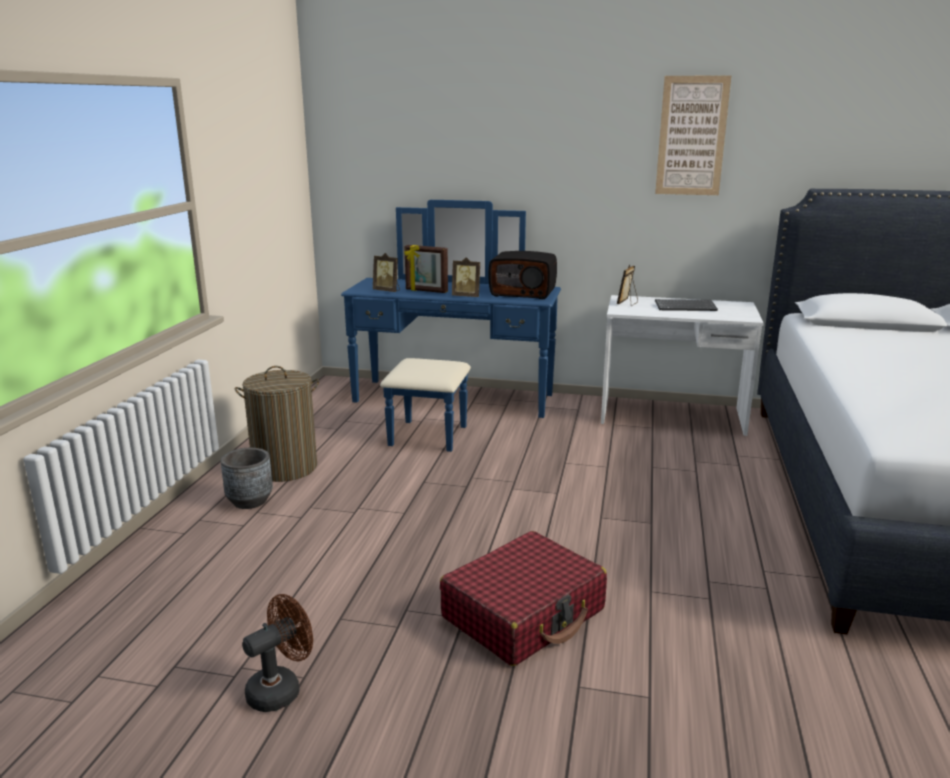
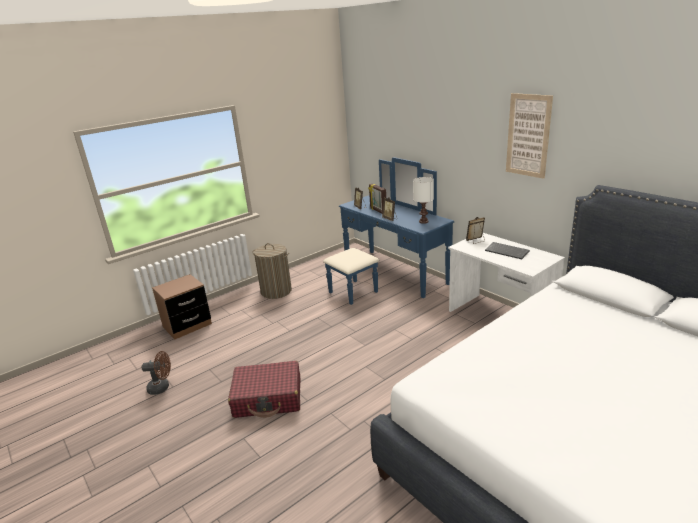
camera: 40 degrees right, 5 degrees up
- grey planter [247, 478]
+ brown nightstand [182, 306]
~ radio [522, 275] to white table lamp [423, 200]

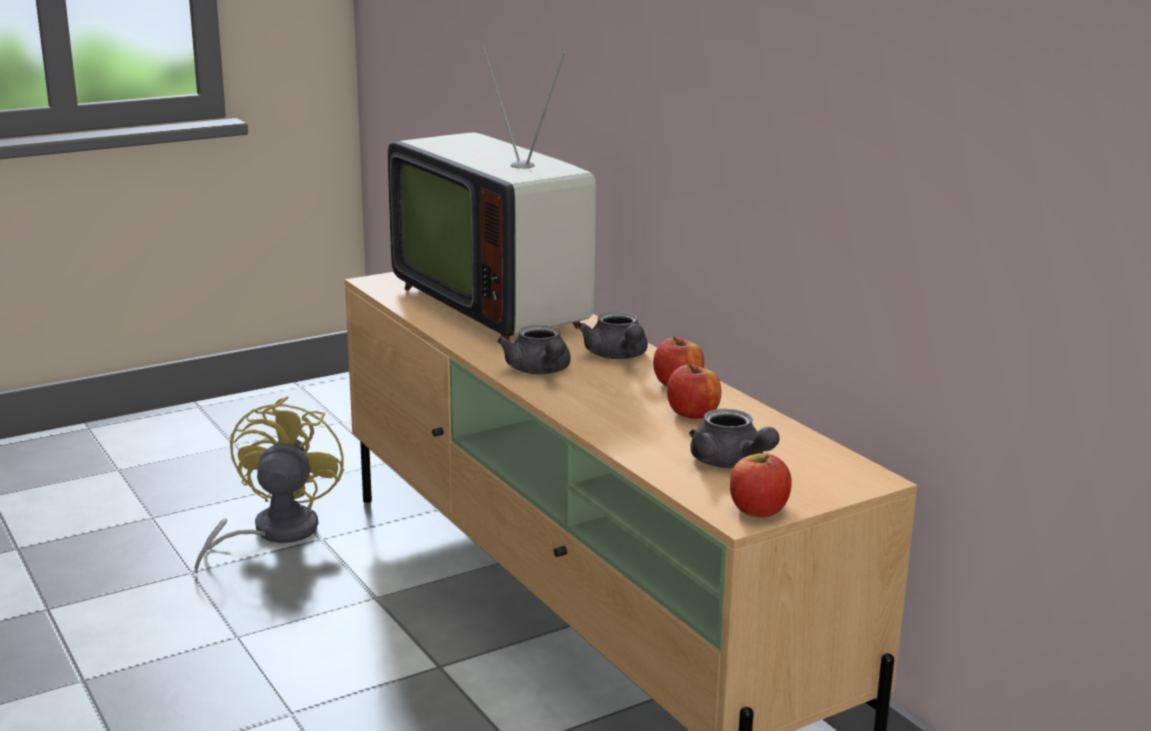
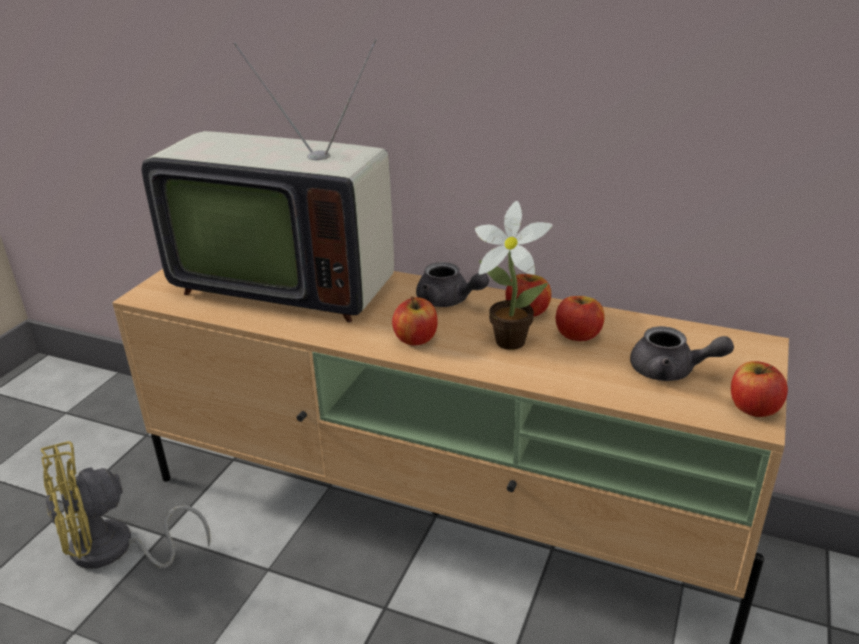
camera: 35 degrees left, 10 degrees up
+ potted plant [514, 275]
~ grey teapot [534, 349] to apple [415, 321]
~ yellow fan [269, 484] = [125, 505] 90 degrees counterclockwise

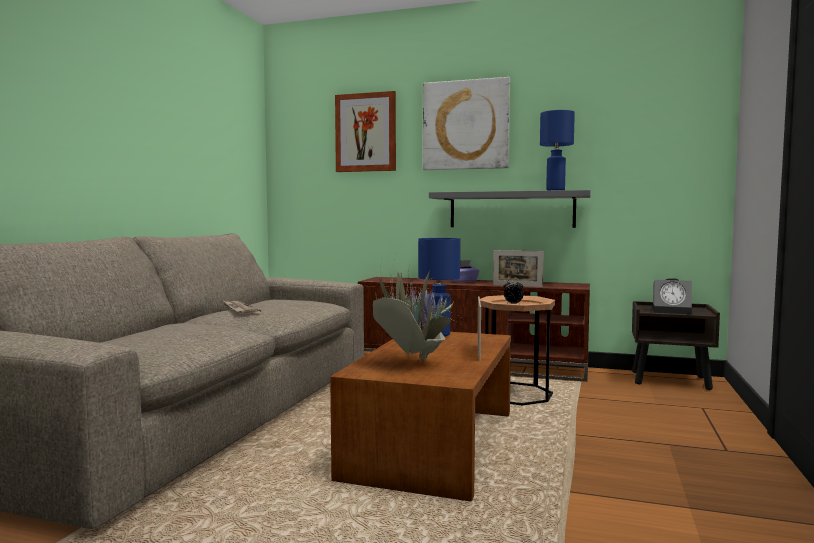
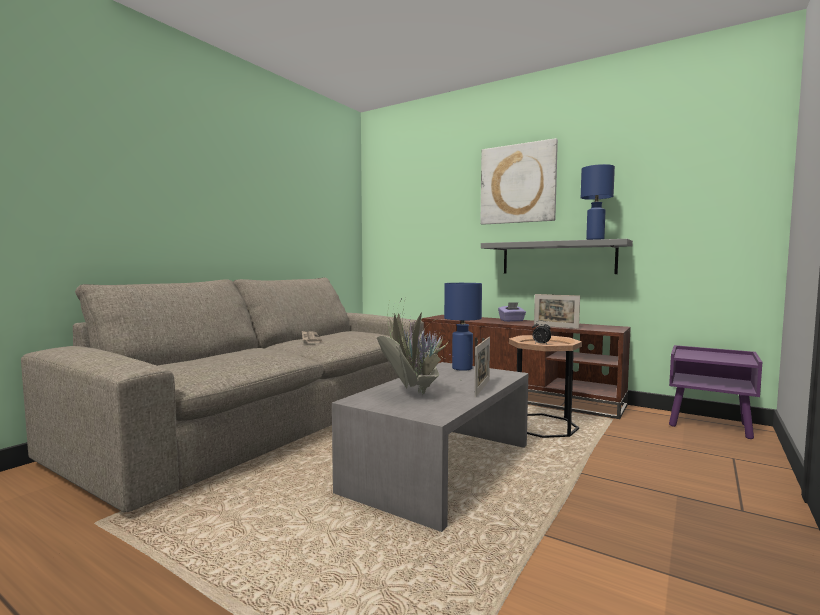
camera: 15 degrees right, 0 degrees up
- picture [365, 131]
- alarm clock [672, 296]
~ brown coffee table [420, 416] to grey coffee table [430, 447]
~ brown nightstand [676, 345] to purple nightstand [715, 392]

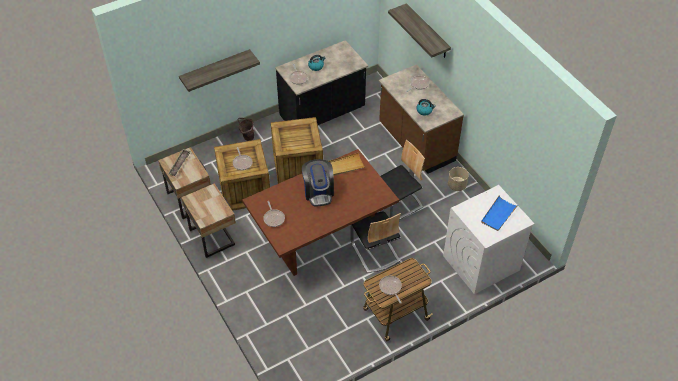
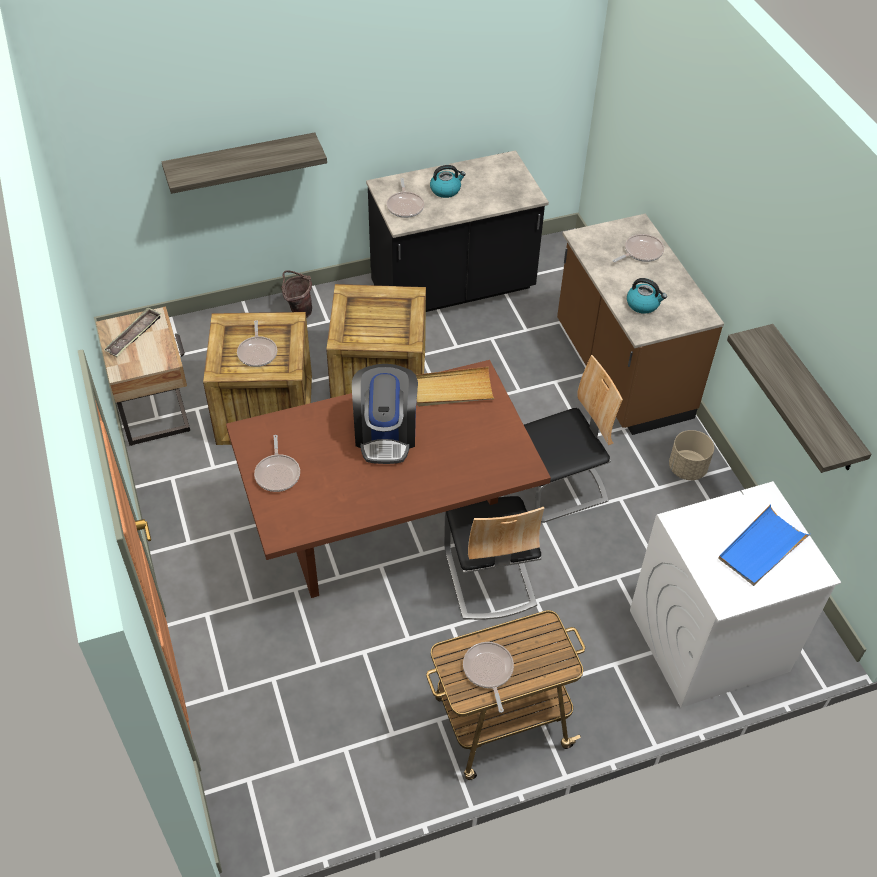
camera: 10 degrees right, 0 degrees up
- beige nightstand [208, 220]
~ shelf [419, 30] to [799, 398]

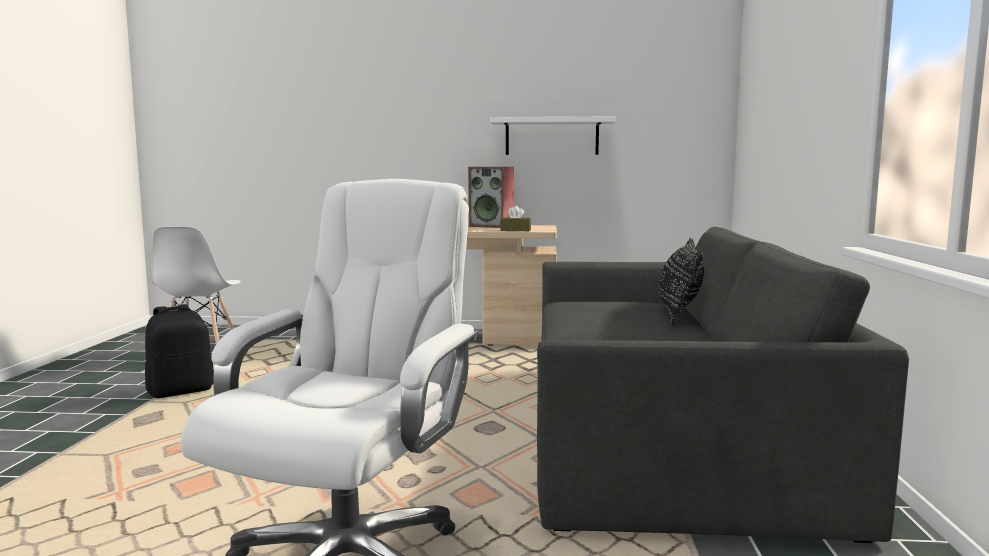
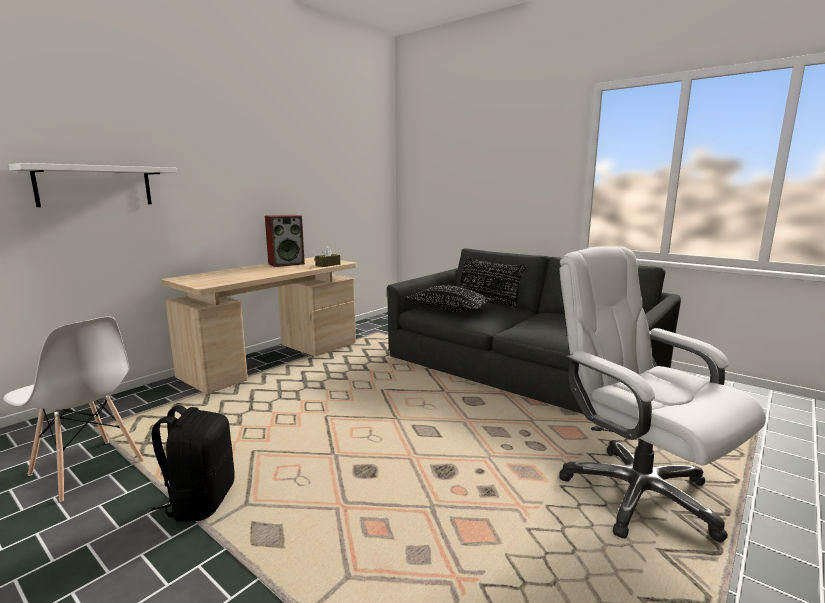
camera: 55 degrees left, 5 degrees up
+ black pillow [451, 298]
~ white shelf [553, 136] to [93, 185]

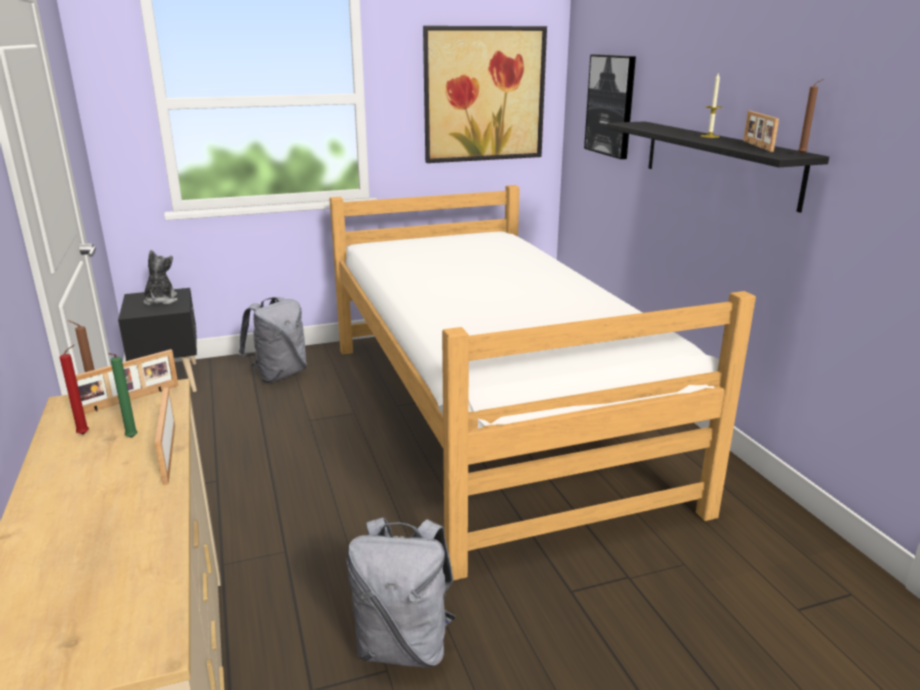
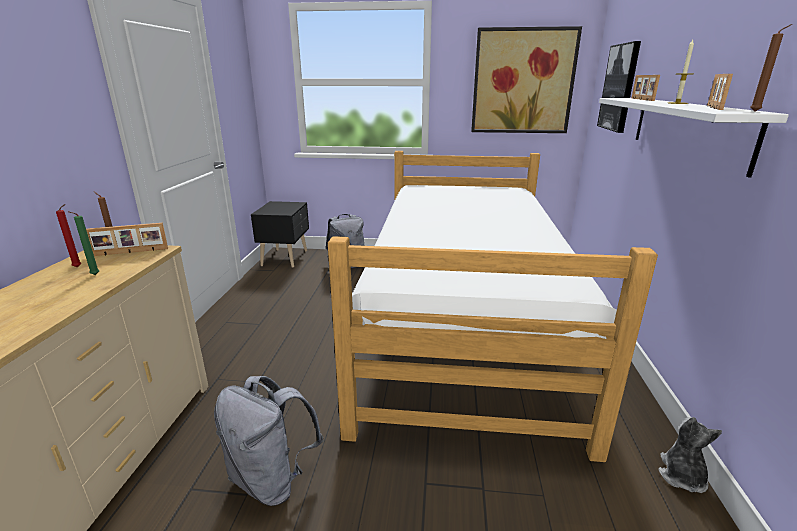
camera: 25 degrees right, 0 degrees up
~ plush toy [160, 277] to [690, 455]
~ picture frame [165, 436] to [646, 88]
~ black shelf [717, 167] to white shelf [694, 138]

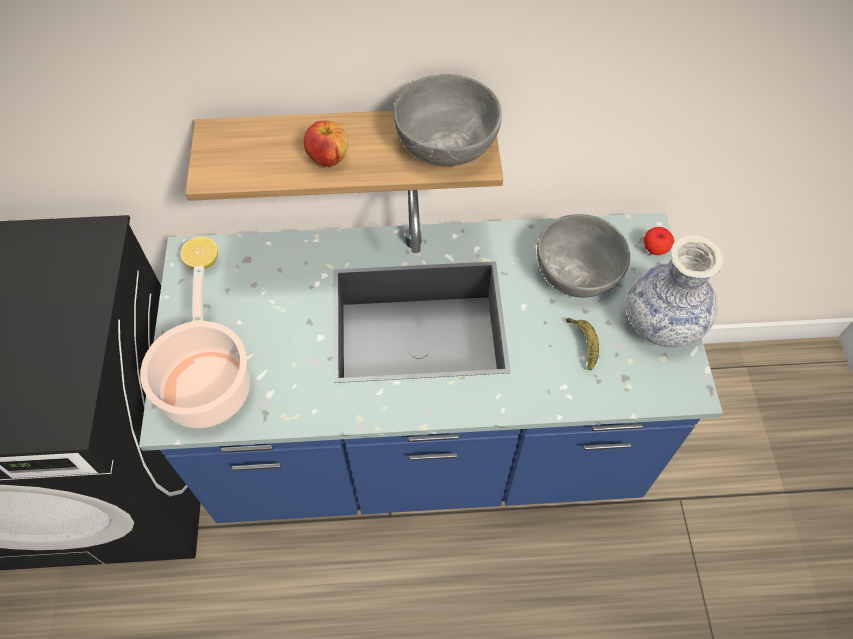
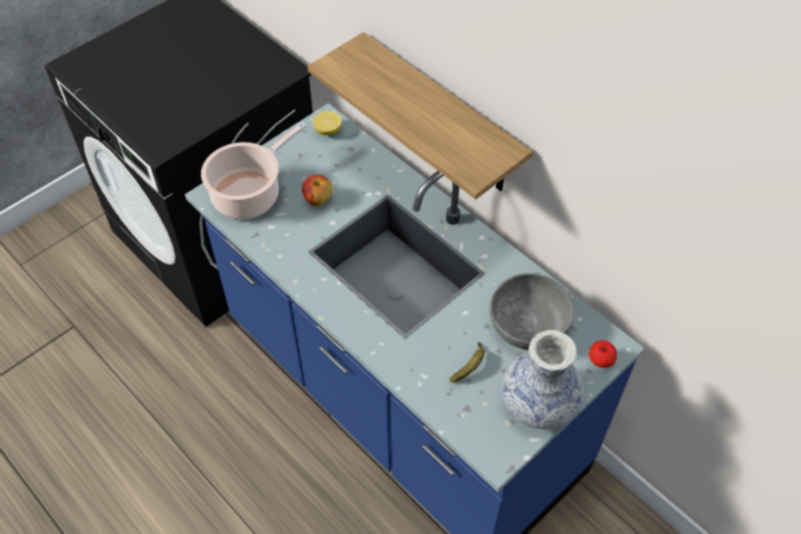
camera: 50 degrees right, 5 degrees down
- grey bowl [447, 120]
~ apple [326, 144] to [317, 190]

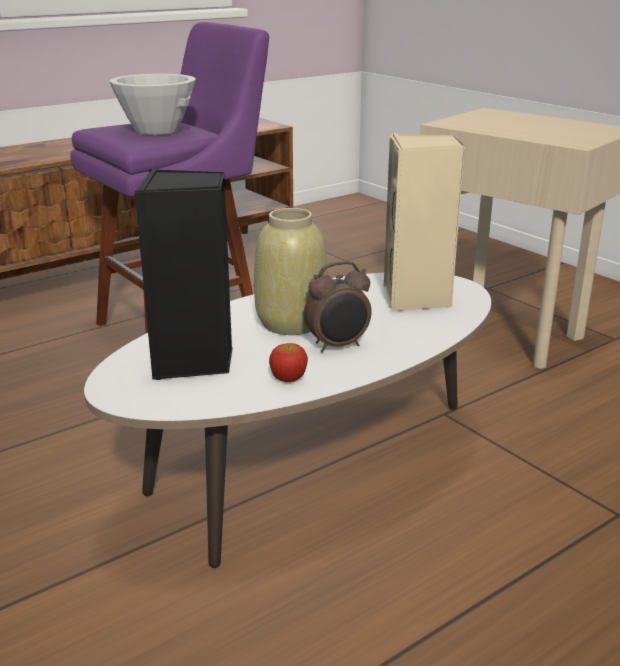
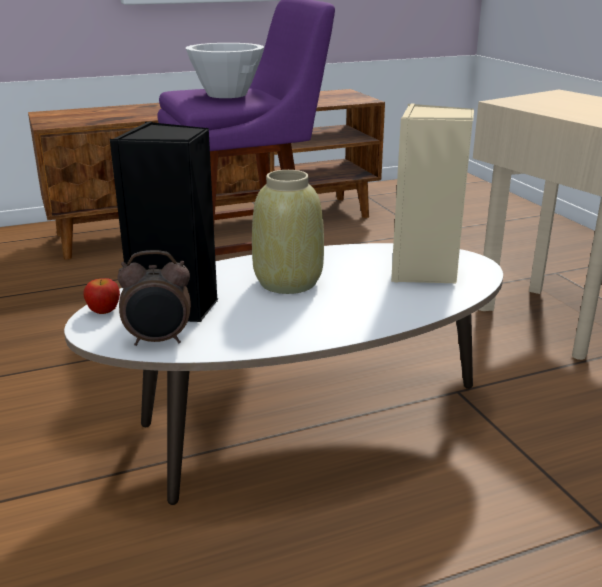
camera: 15 degrees right, 0 degrees up
~ apple [288, 362] to [101, 296]
~ alarm clock [338, 306] to [154, 298]

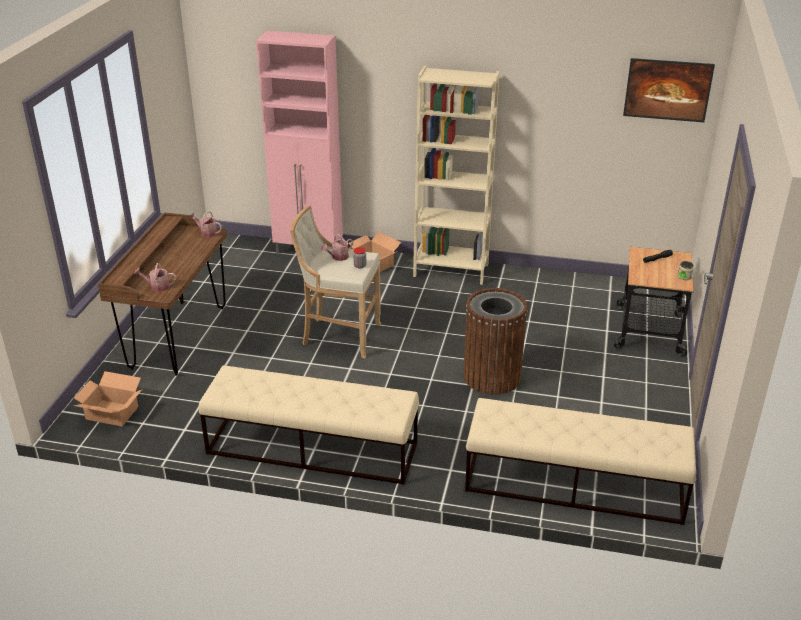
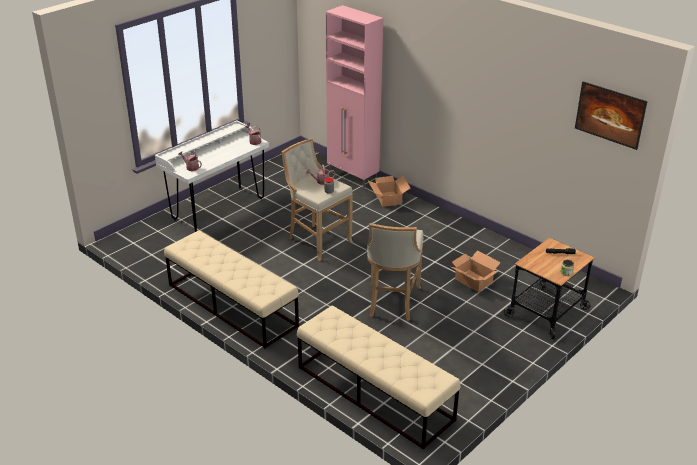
camera: 30 degrees right, 0 degrees up
- beige bookcase [456, 175]
~ cardboard box [108, 398] to [476, 271]
~ brown trash can [495, 341] to beige stool [395, 272]
~ brown desk [162, 294] to white desk [212, 176]

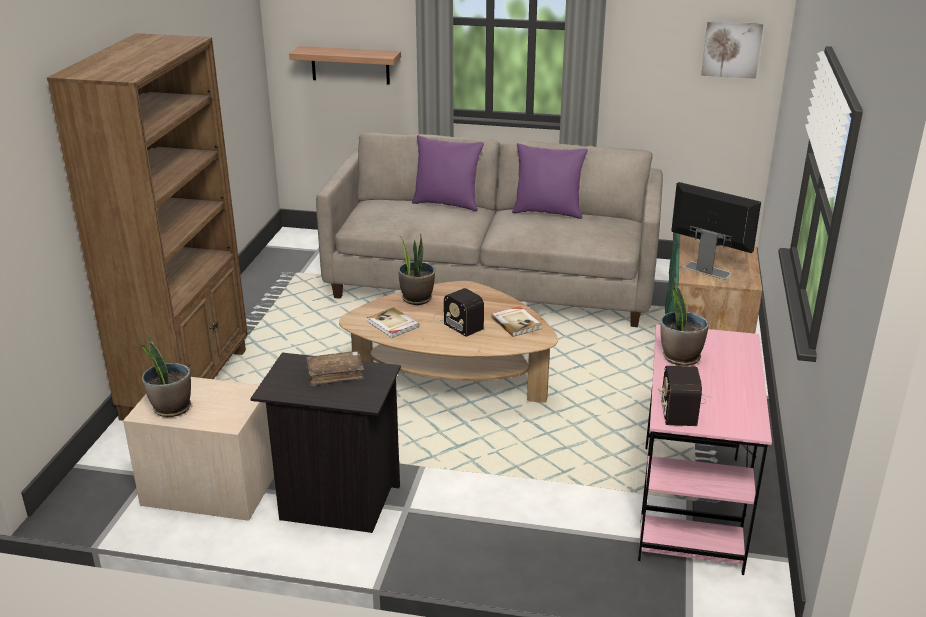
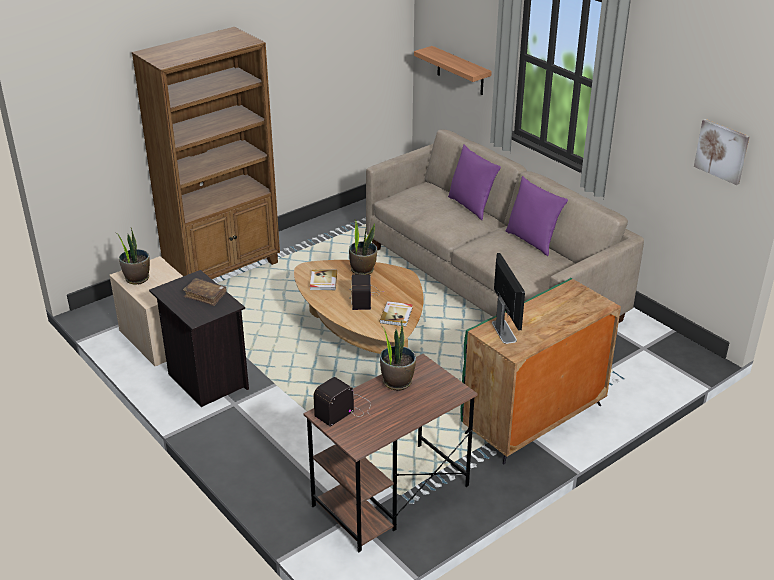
camera: 40 degrees right, 5 degrees up
~ pink desk [705, 449] to brown desk [391, 453]

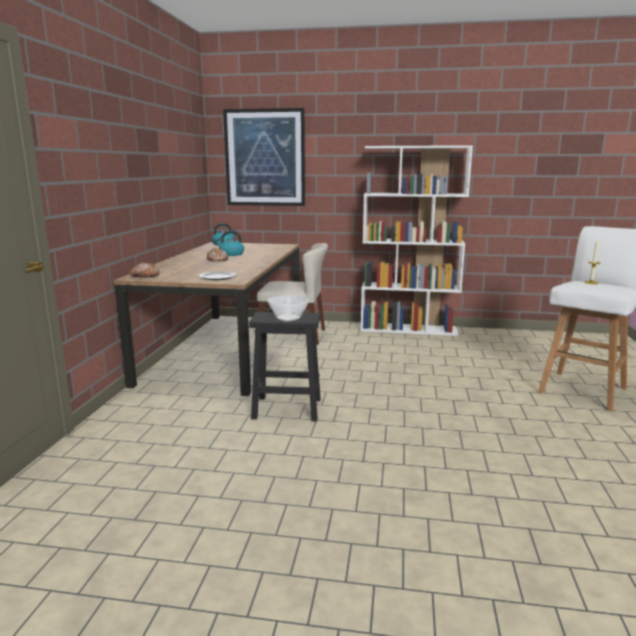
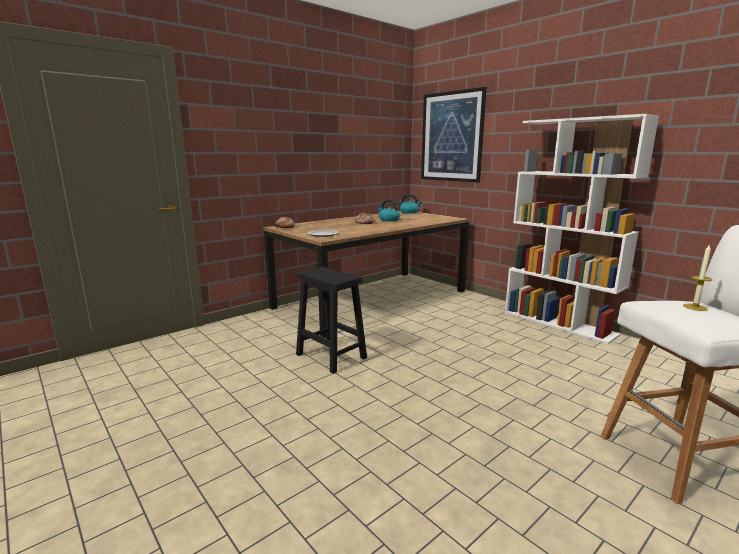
camera: 40 degrees right, 0 degrees up
- beige chair [292, 294]
- bowl [288, 308]

